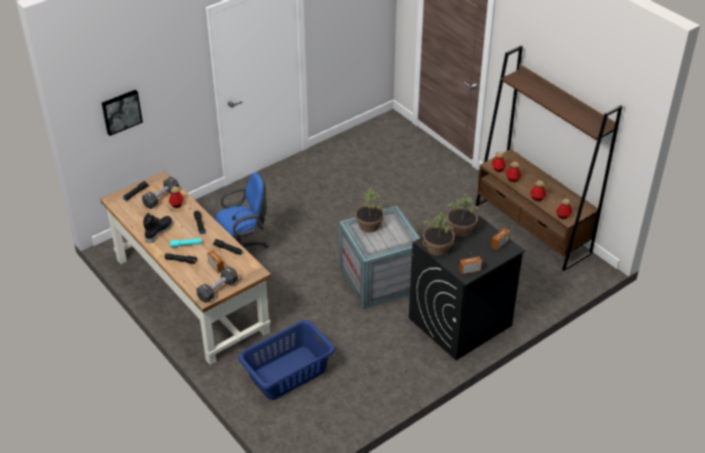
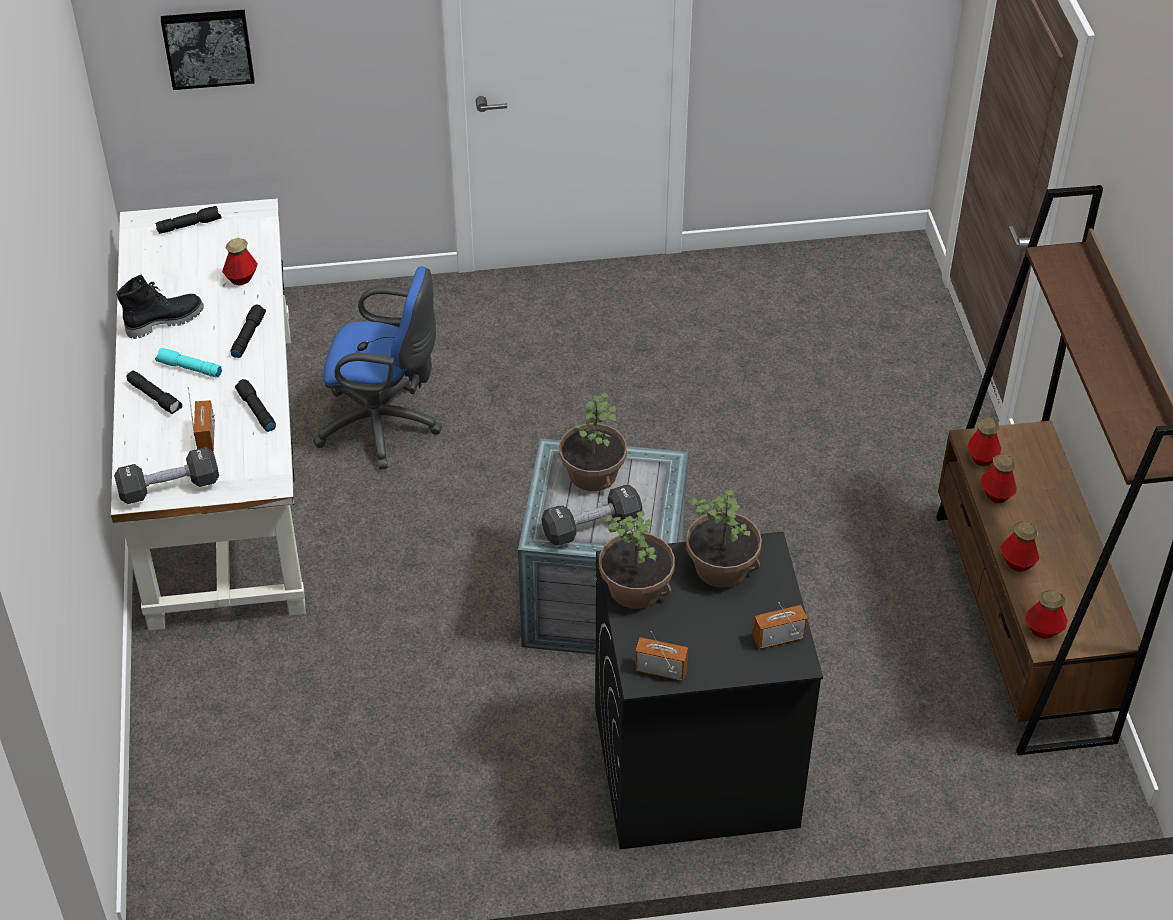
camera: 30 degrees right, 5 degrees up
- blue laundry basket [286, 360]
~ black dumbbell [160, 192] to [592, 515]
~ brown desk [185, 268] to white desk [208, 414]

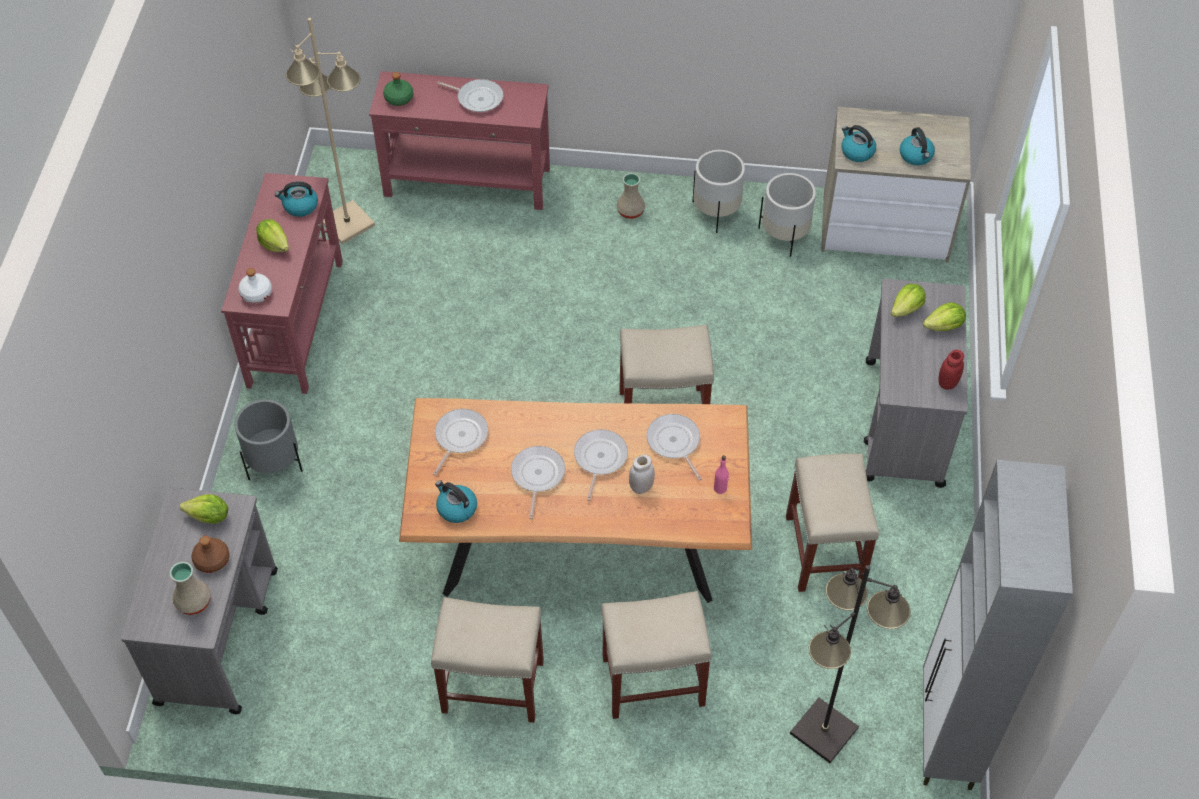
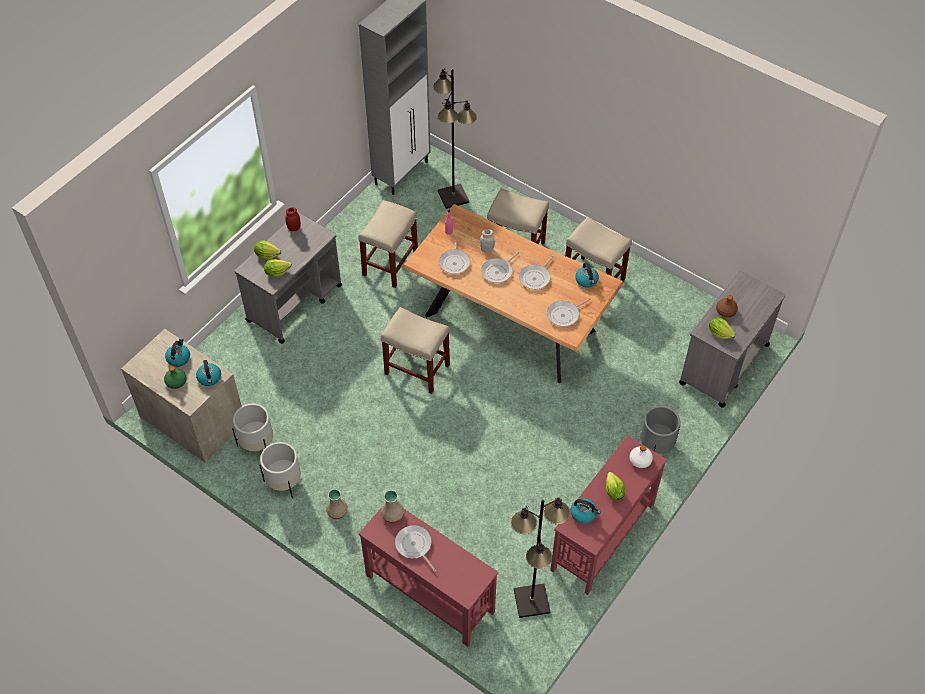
camera: 150 degrees left, 0 degrees up
~ beige vase [190, 588] to [392, 506]
~ green bottle [398, 89] to [175, 377]
~ beige floor lamp [330, 131] to black floor lamp [540, 557]

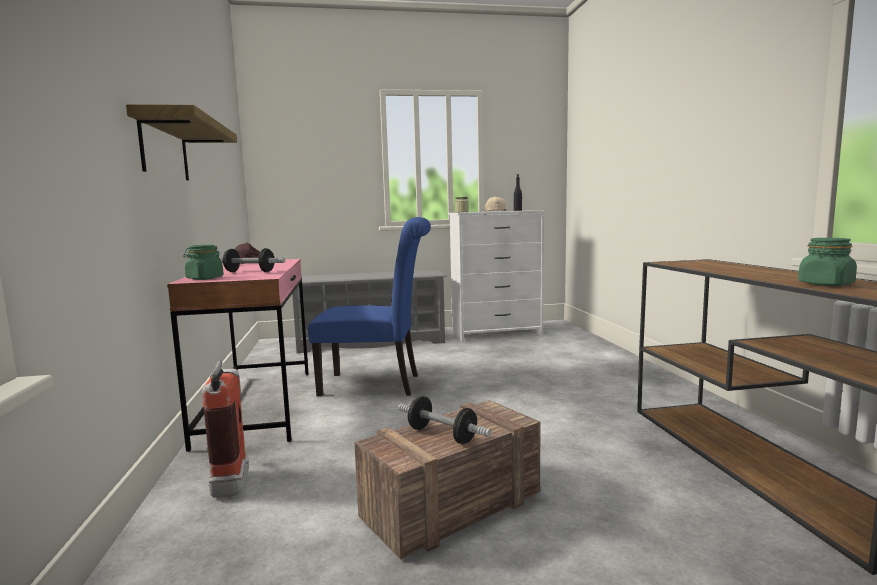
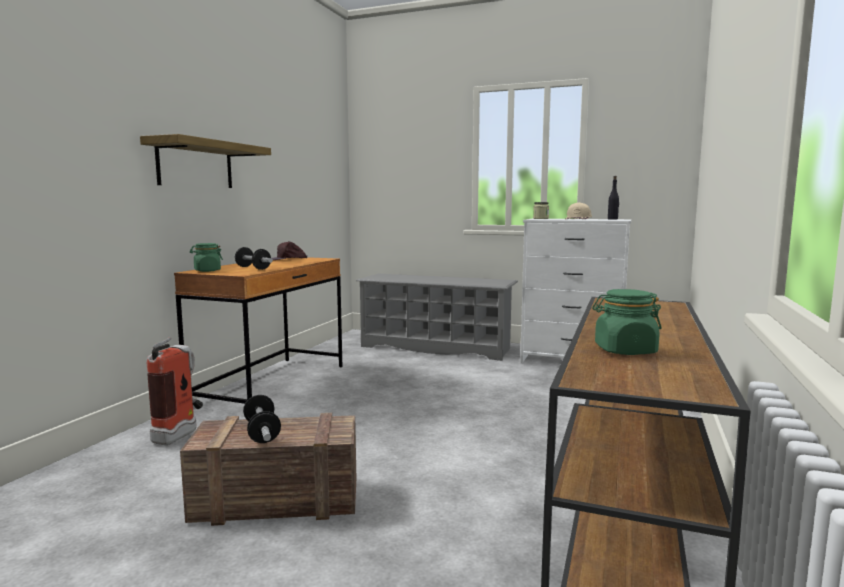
camera: 30 degrees right, 0 degrees up
- blue chair [369, 307]
~ pink desk [238, 355] to brown desk [258, 330]

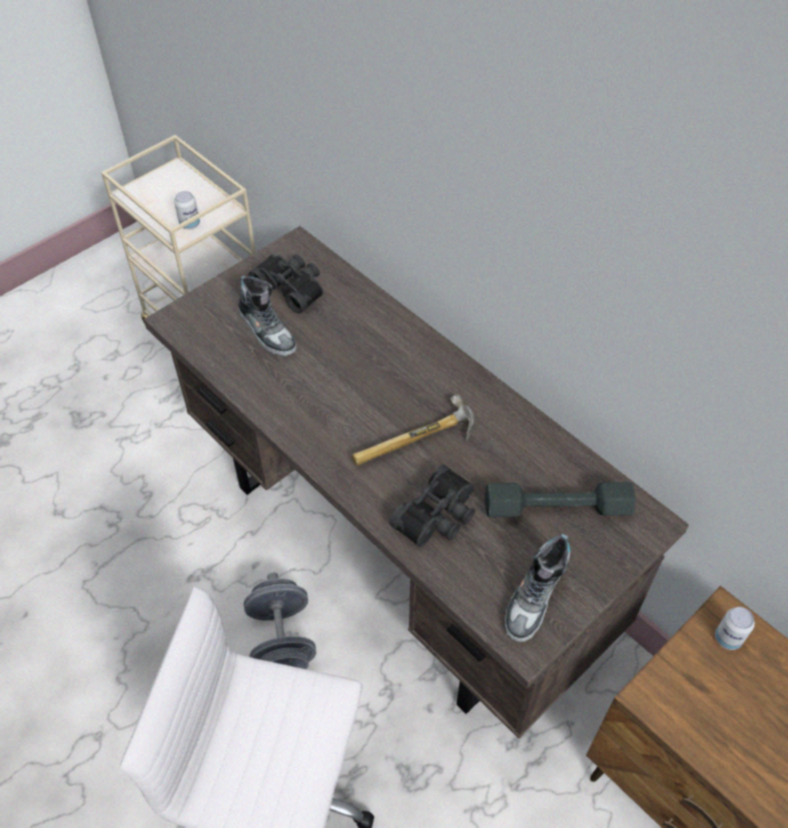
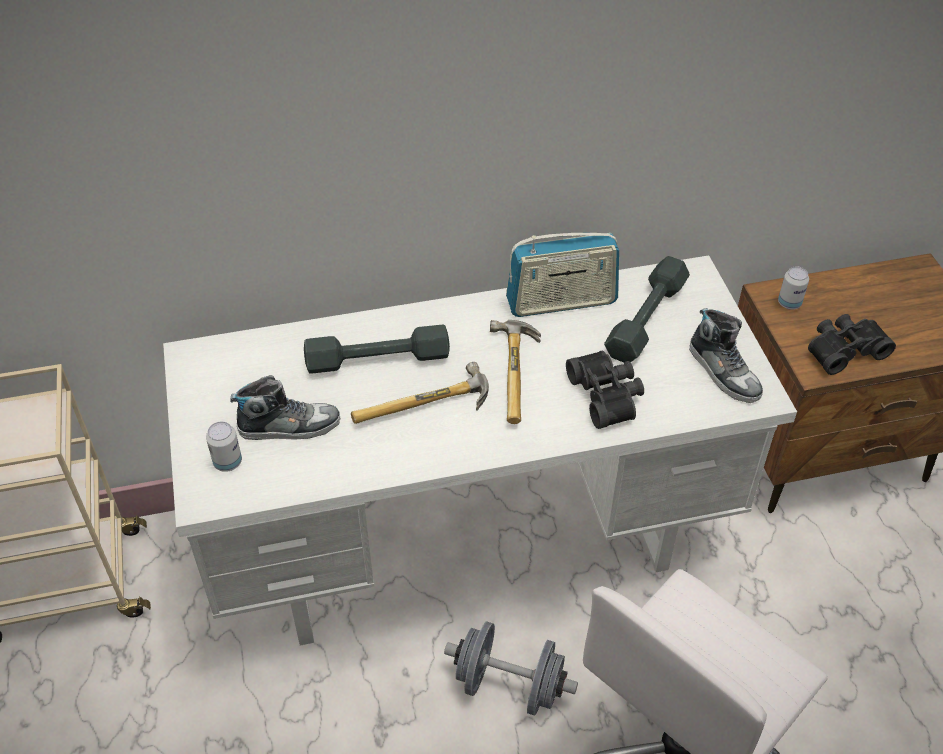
camera: 60 degrees left, 5 degrees down
+ grey dumbbell [377, 349]
+ hammer [420, 393]
+ radio [562, 275]
~ can [187, 210] to [224, 446]
~ black binoculars [286, 284] to [852, 344]
~ brown desk [416, 482] to white desk [480, 450]

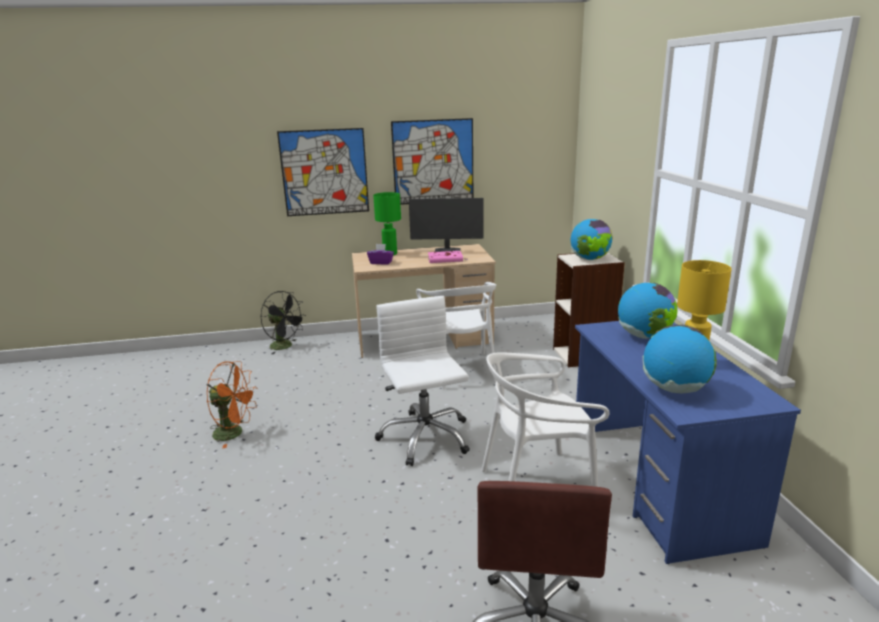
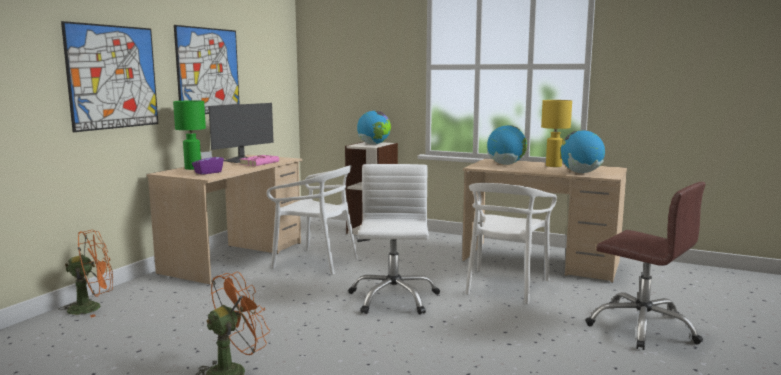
camera: 55 degrees left, 10 degrees down
~ black fan [283, 322] to orange fan [85, 273]
~ blue desk [688, 442] to beige desk [544, 220]
~ white office chair [422, 381] = [394, 239] 75 degrees clockwise

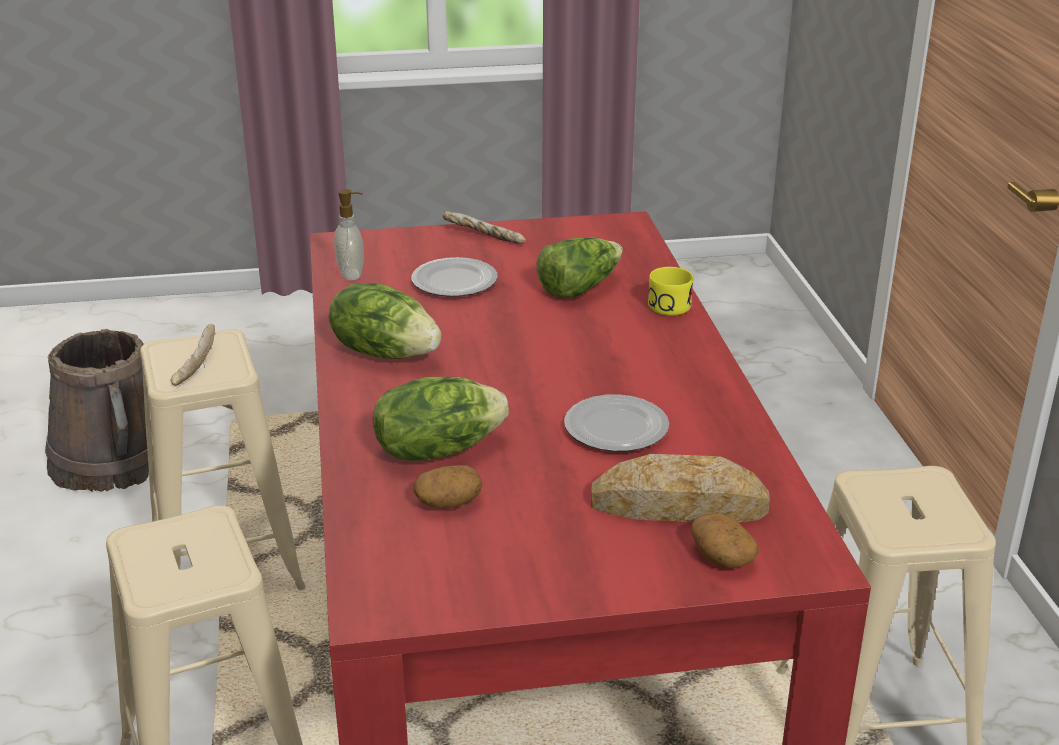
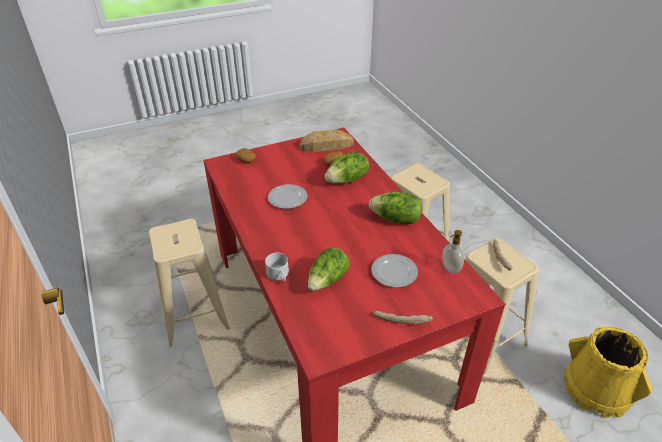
camera: 165 degrees right, 10 degrees up
~ bread [680, 488] to [327, 141]
~ brown bucket [97, 410] to yellow bucket [608, 372]
~ yellow mug [670, 291] to white mug [277, 267]

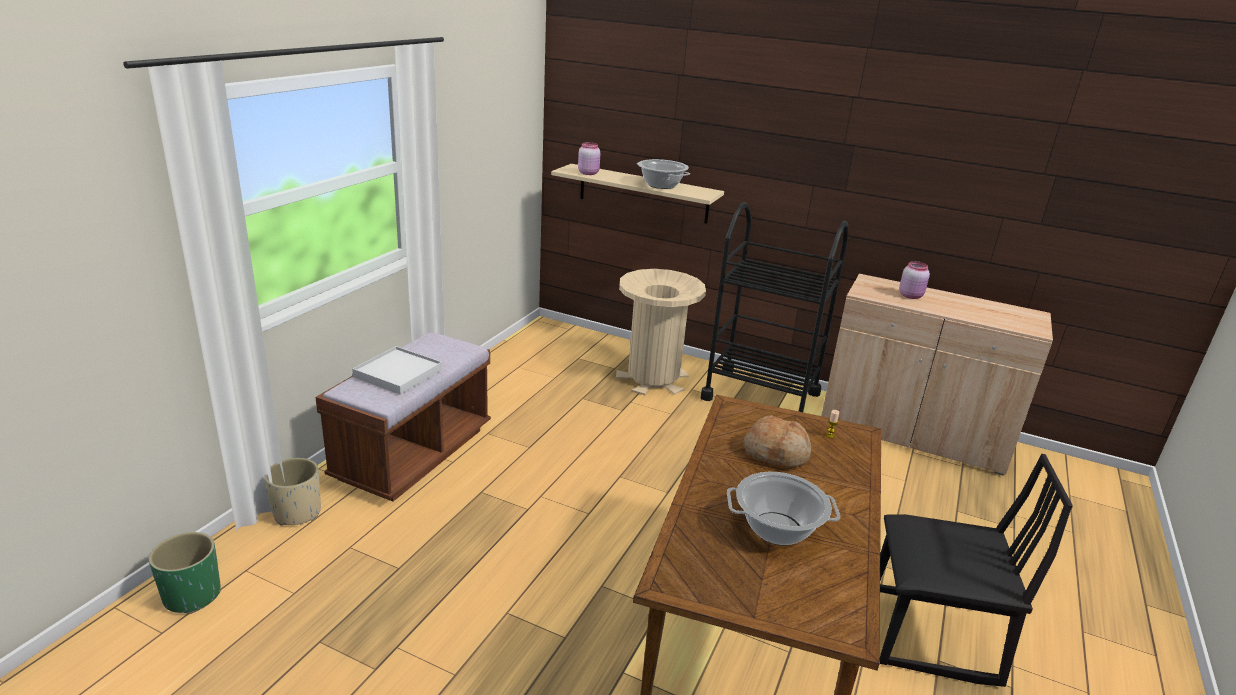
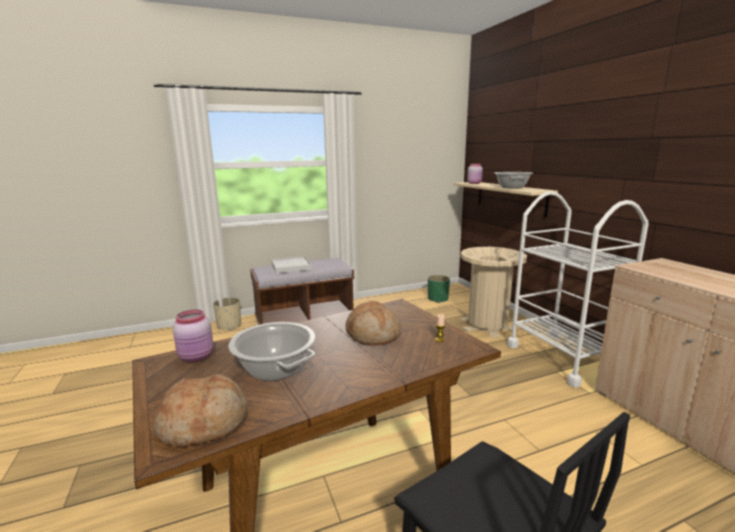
camera: 45 degrees right, 10 degrees down
+ bread [200, 410]
~ green planter [185, 573] to [439, 289]
~ pink jar [914, 280] to [193, 335]
~ black cart [774, 307] to white cart [578, 289]

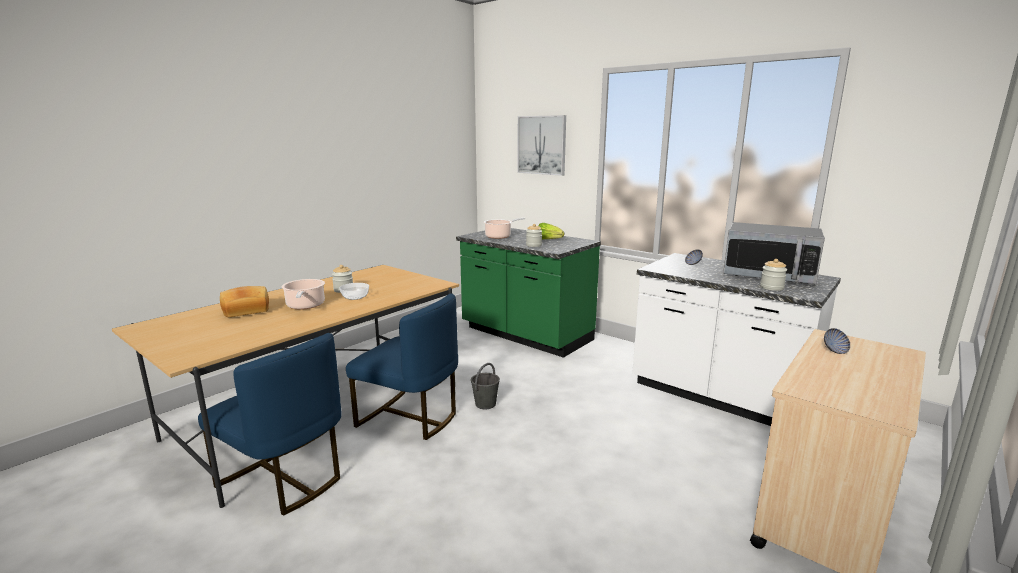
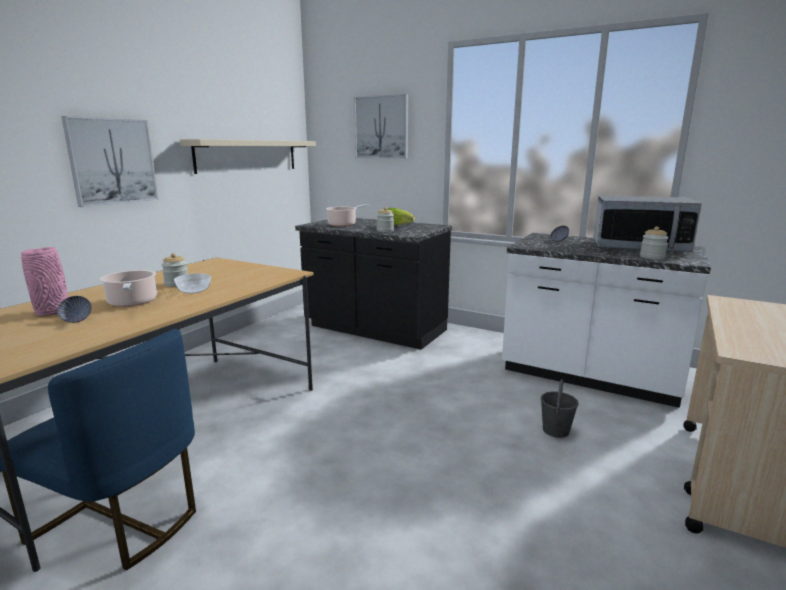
camera: 10 degrees left, 0 degrees up
- blue chair [402, 366]
+ picture [110, 161]
+ beige shelf [248, 156]
~ grey bucket [485, 386] to [560, 408]
~ bowl [837, 341] to [74, 309]
~ bread [244, 302] to pink vase [44, 281]
~ green counter [528, 293] to black counter [373, 284]

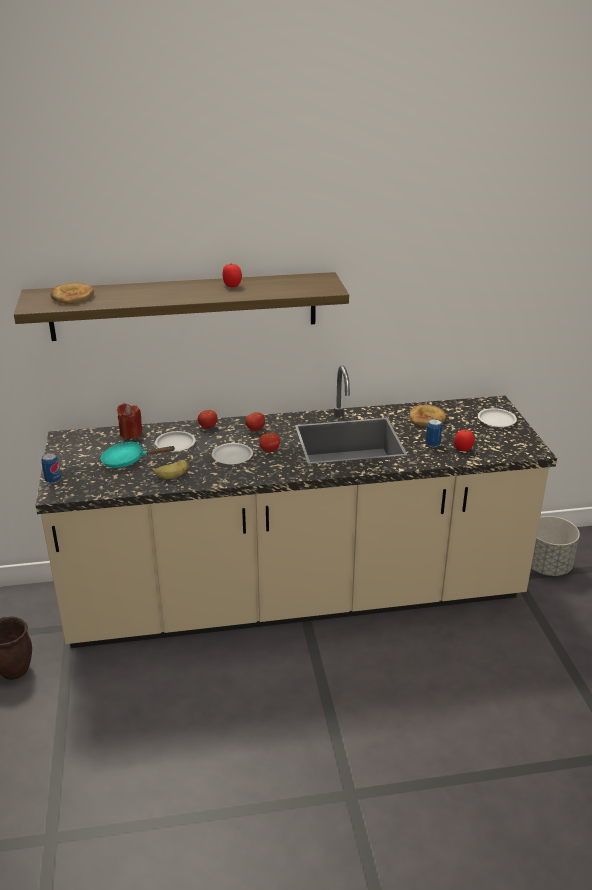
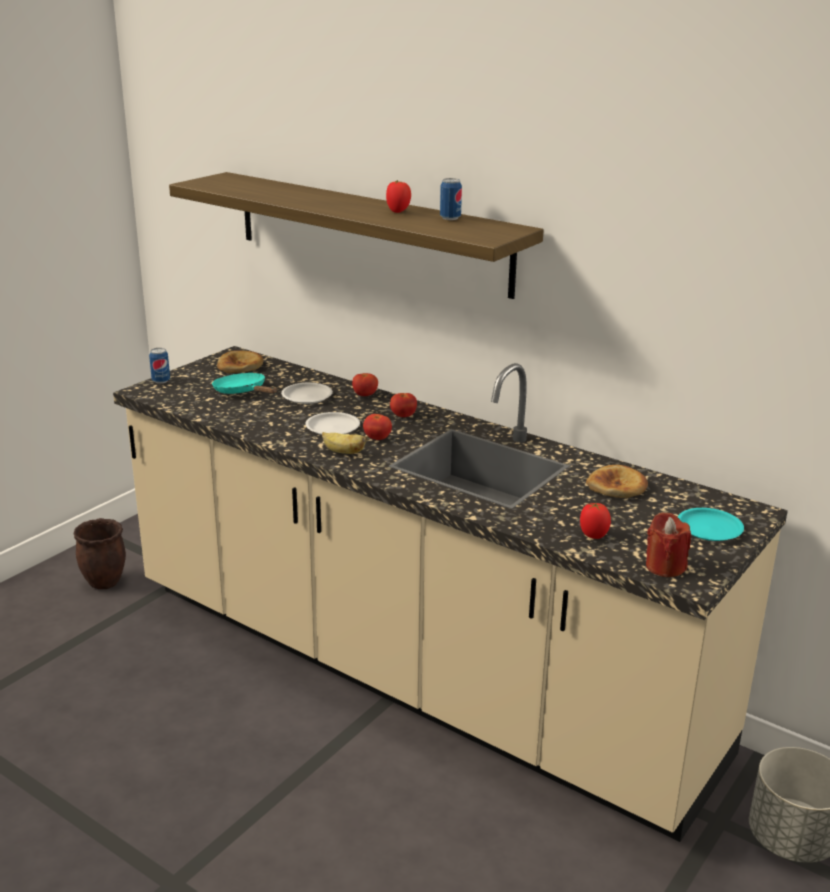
camera: 45 degrees right, 5 degrees down
~ bread [72, 293] to [240, 361]
~ red candle [130, 421] to [668, 545]
~ banana [171, 468] to [345, 443]
~ can [434, 433] to [451, 199]
~ white plate [497, 417] to turquoise plate [711, 524]

